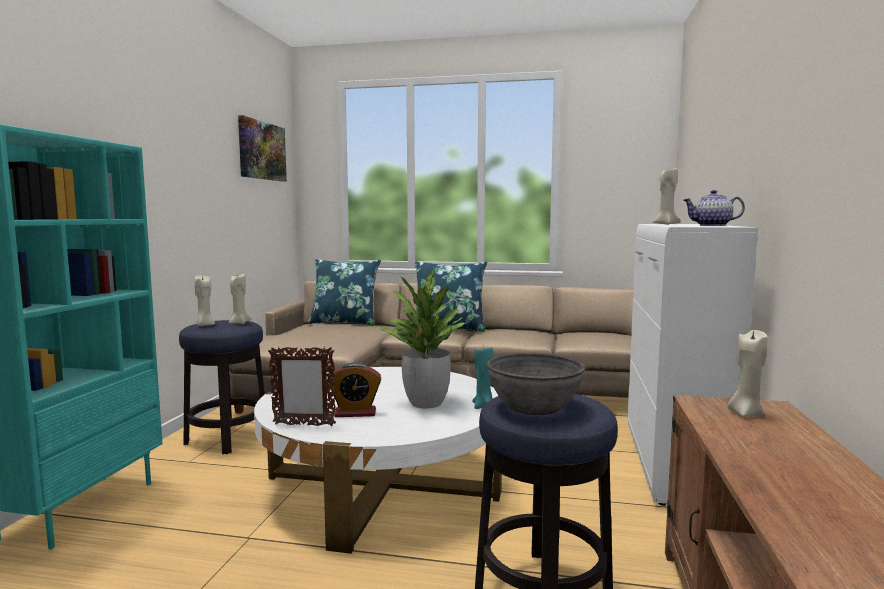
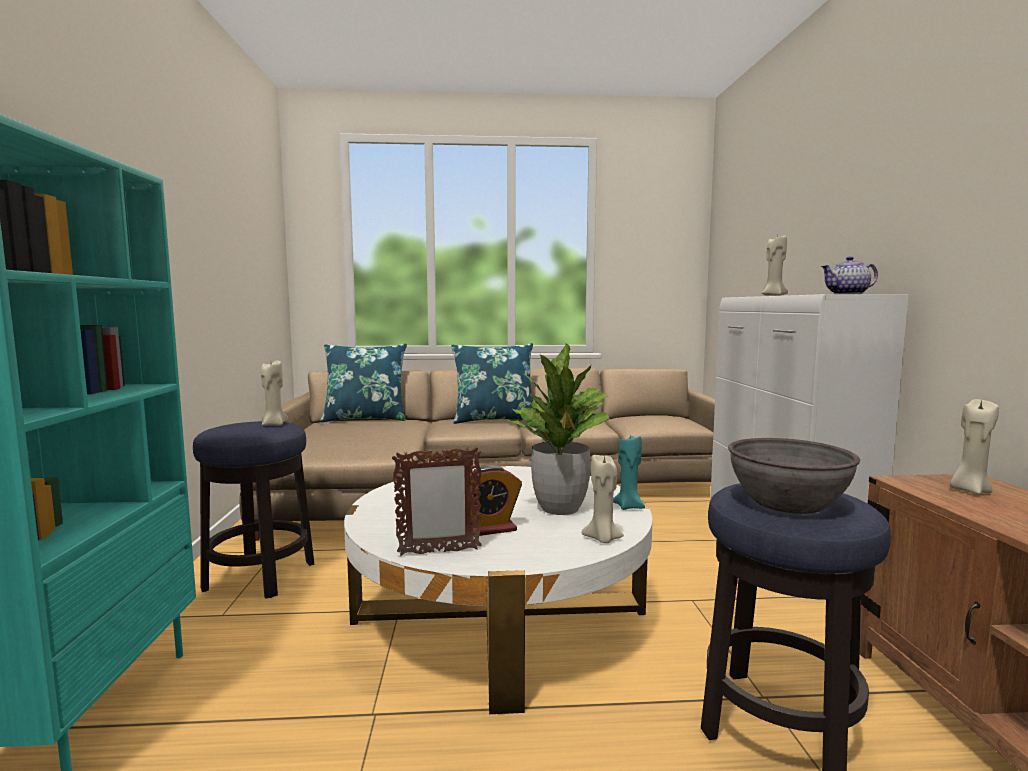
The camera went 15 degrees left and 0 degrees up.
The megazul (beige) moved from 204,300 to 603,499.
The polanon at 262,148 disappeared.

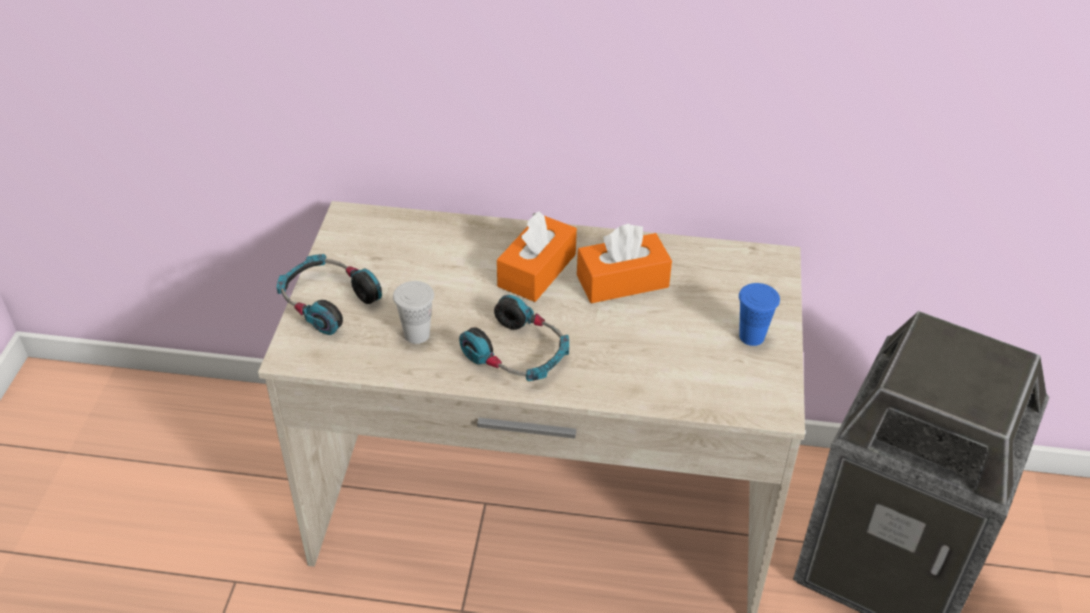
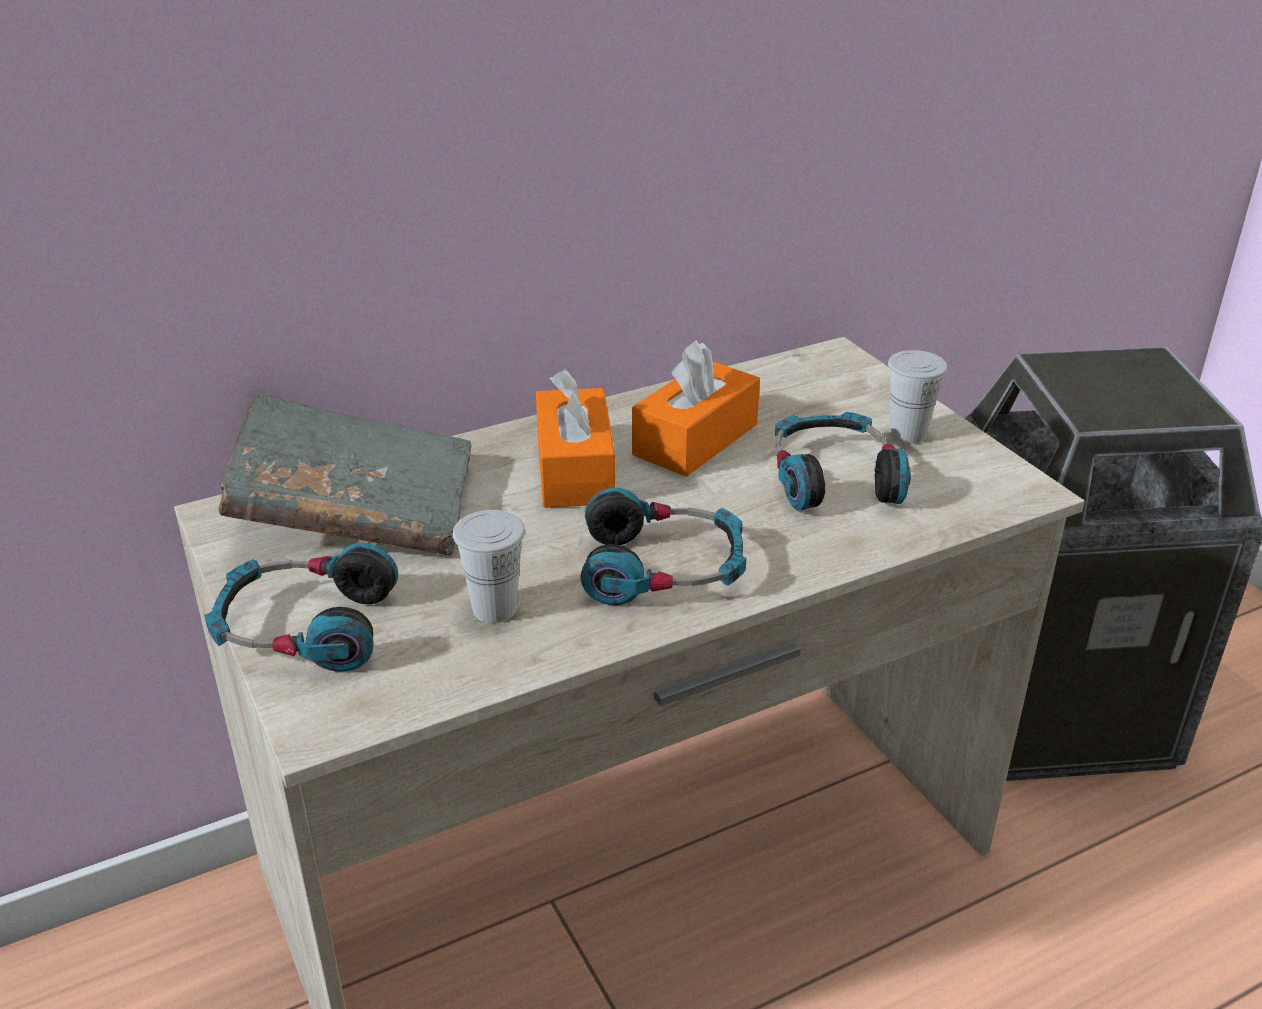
The camera went 35 degrees left and 10 degrees down.
The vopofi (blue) at 759,314 became the vopofi (white) at 918,396.
The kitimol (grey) at 344,474 appeared.
The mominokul at 843,461 appeared.

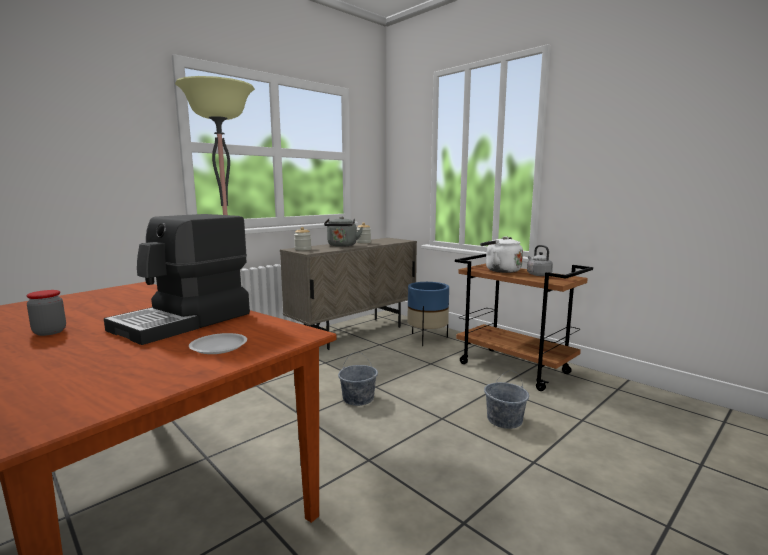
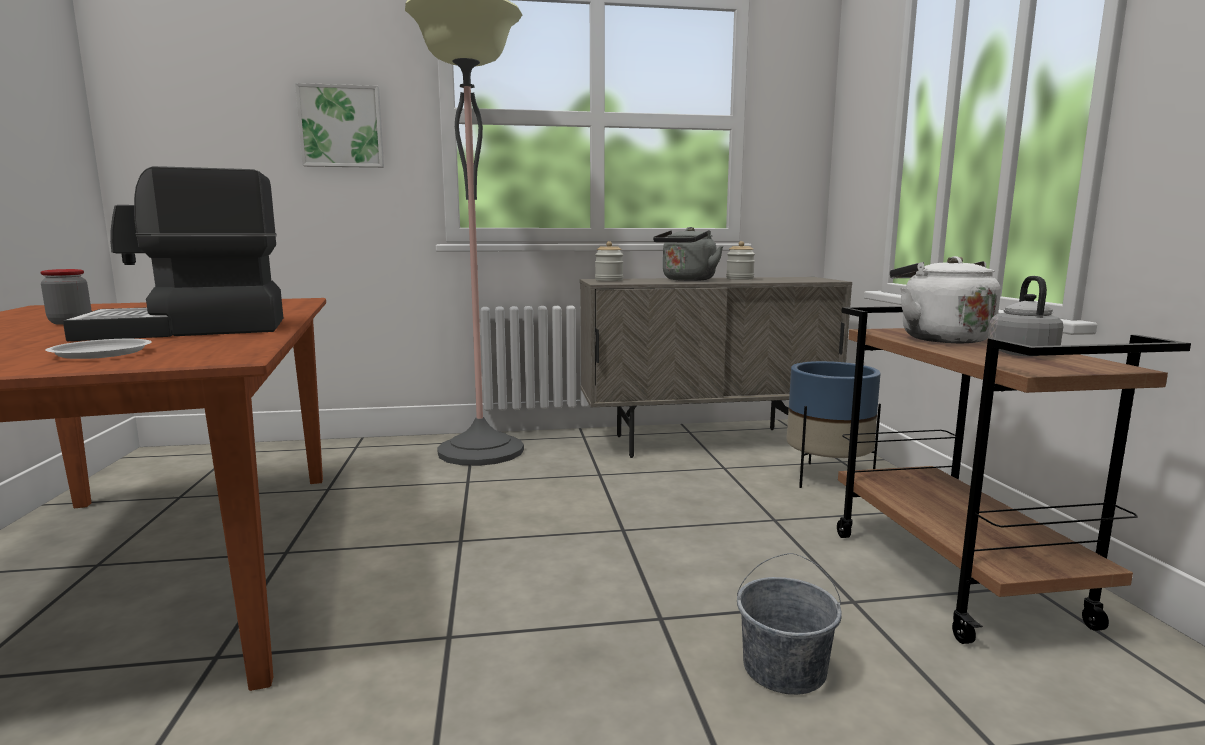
The camera went 35 degrees right and 0 degrees up.
The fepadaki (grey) at 358,379 disappeared.
The polanon at 339,125 appeared.

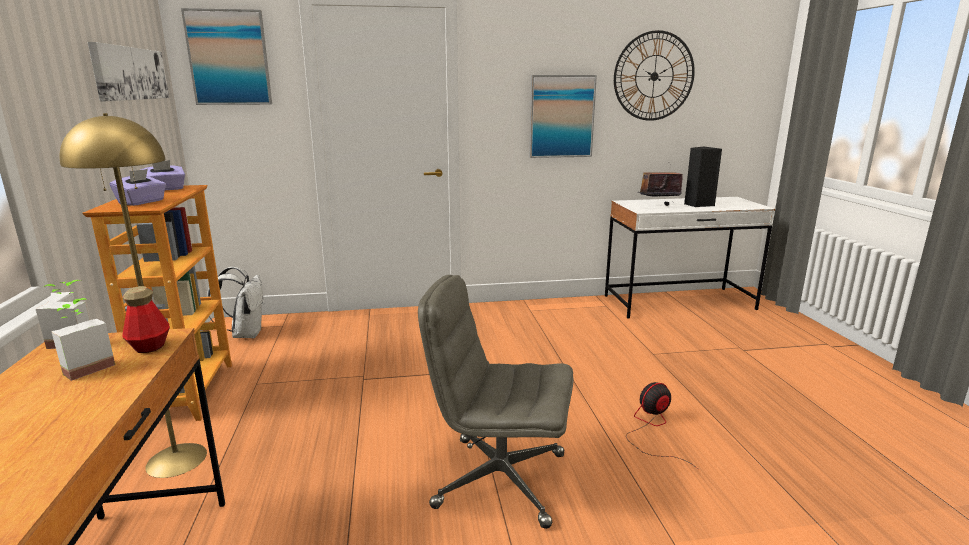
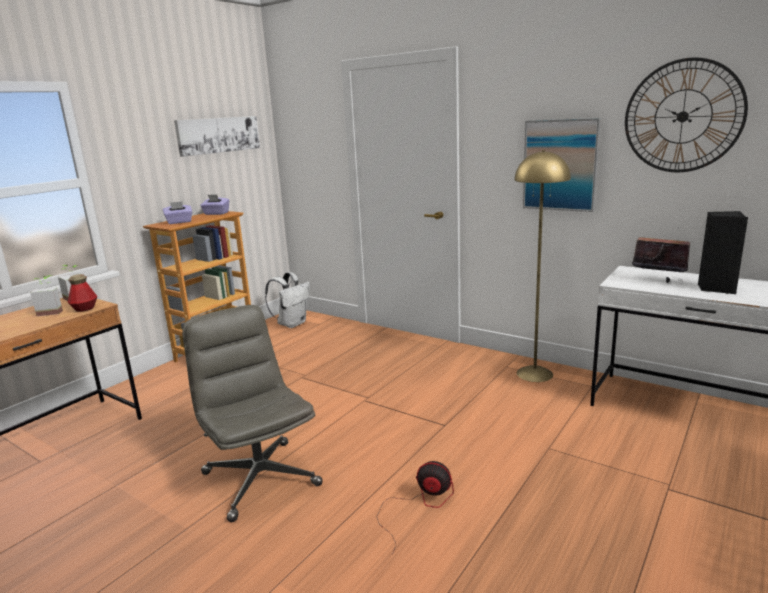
The camera went 45 degrees right and 0 degrees up.
The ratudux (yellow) moved from 133,295 to 543,266.
The polanon at 226,56 disappeared.

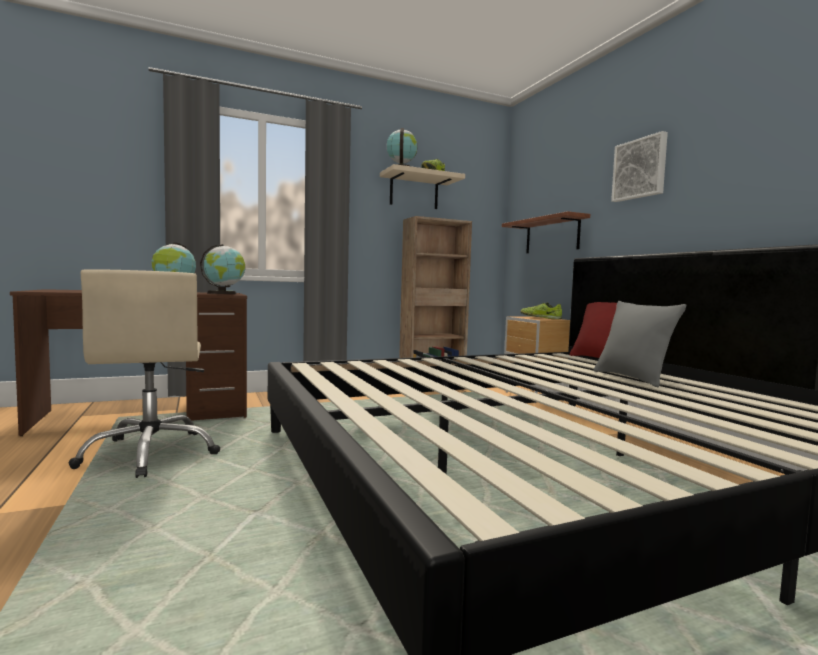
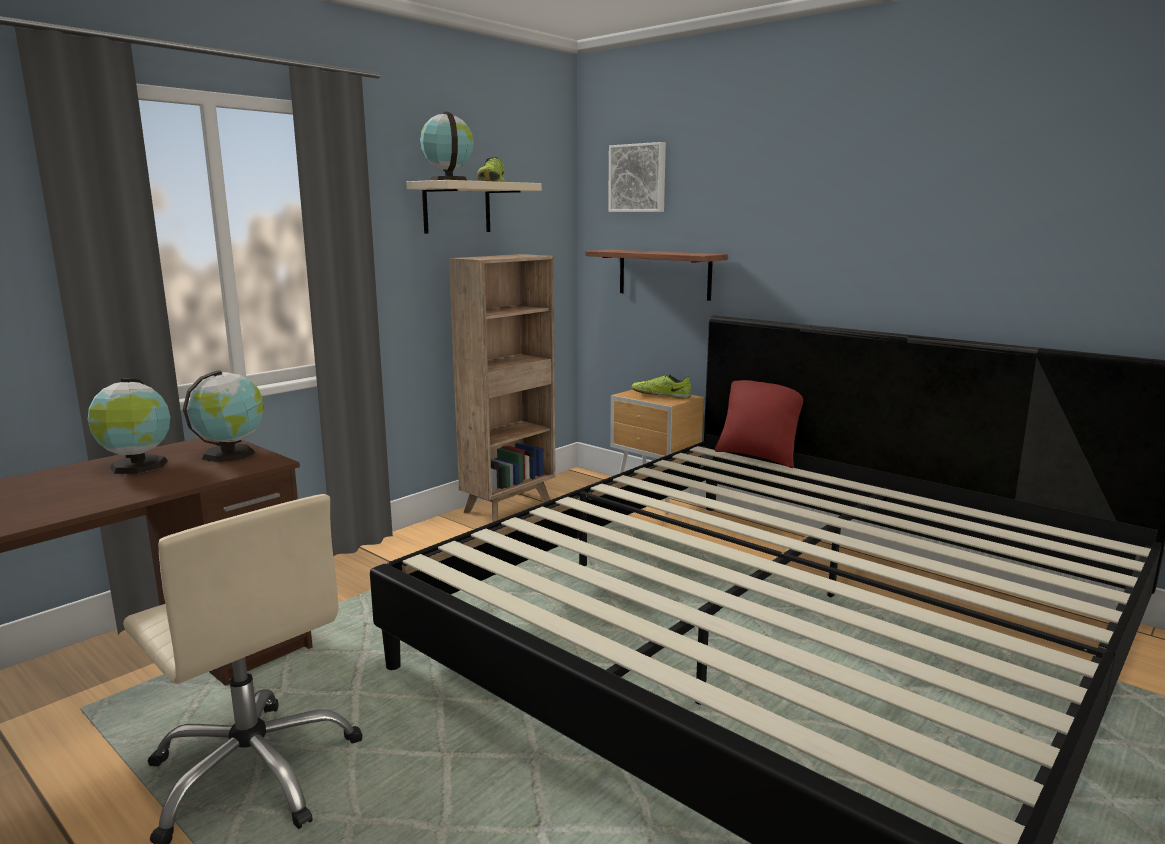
The camera went 25 degrees left and 10 degrees up.
The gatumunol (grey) at 639,344 disappeared.
The polanon moved from 639,166 to 637,177.

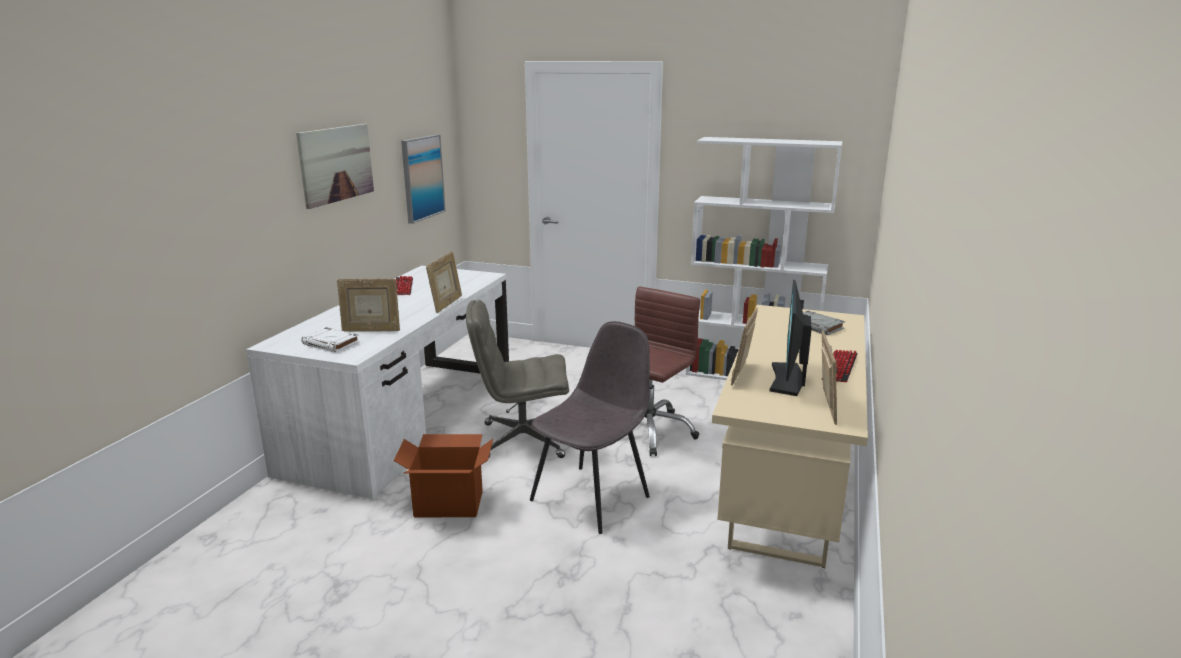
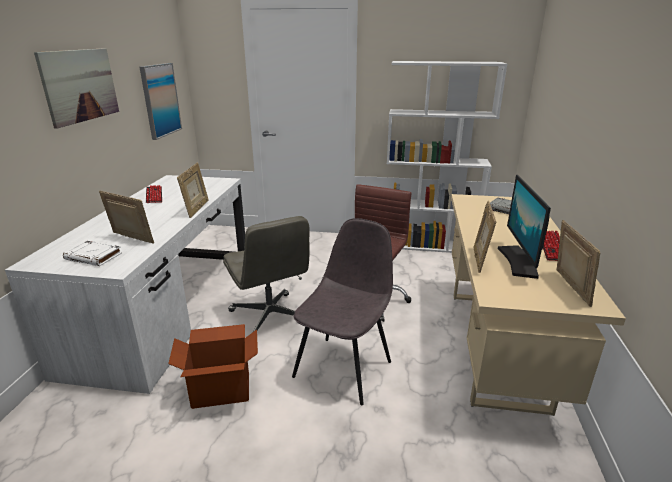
The camera went 10 degrees left and 5 degrees up.
The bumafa at 368,305 turned 150 degrees counterclockwise.
The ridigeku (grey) at 517,379 turned 105 degrees counterclockwise.

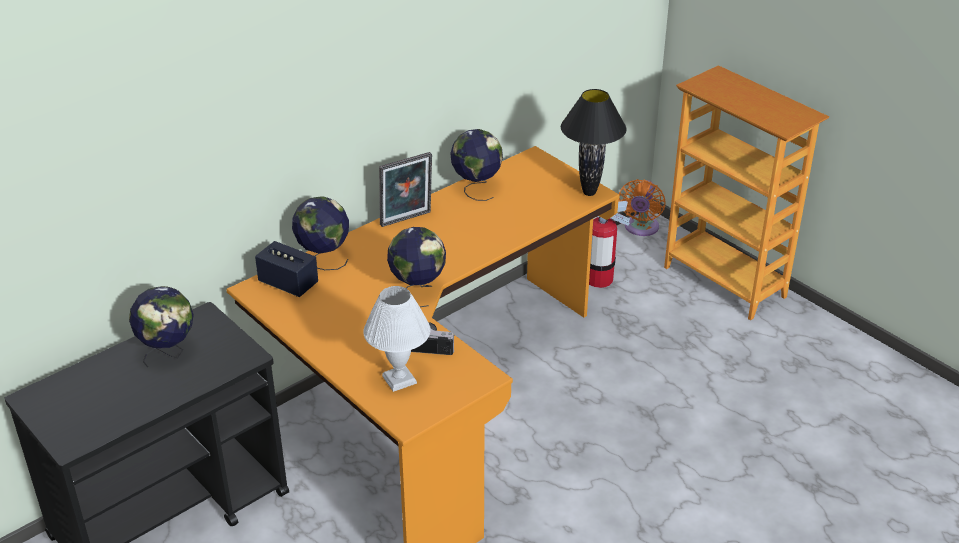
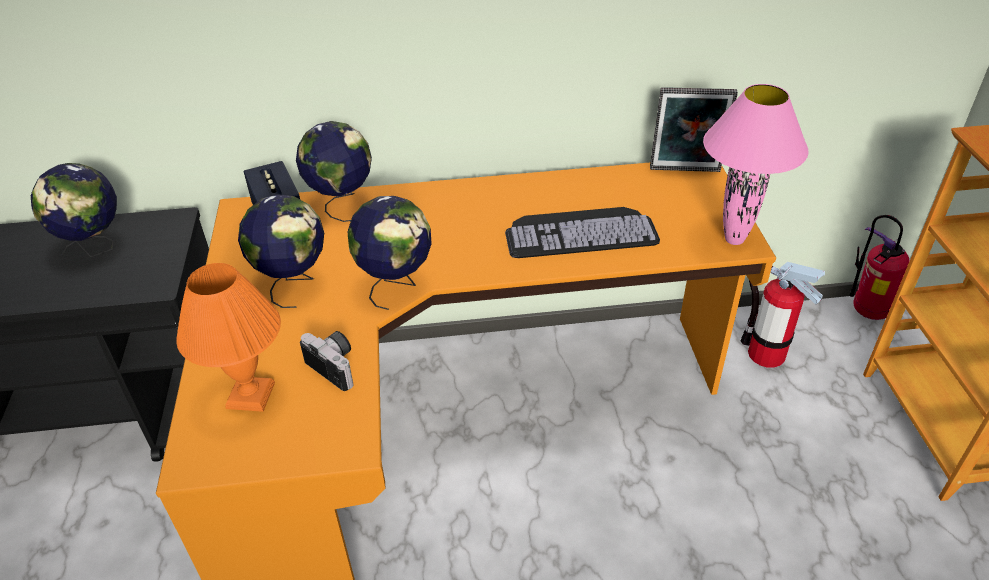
The camera went 35 degrees right and 5 degrees up.
The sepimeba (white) at 397,339 became the sepimeba (orange) at 228,337.
The bumafa moved from 405,189 to 694,129.
The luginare moved from 476,165 to 281,251.
The sepimeba (black) at 594,142 became the sepimeba (pink) at 756,164.
The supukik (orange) at 642,207 was replaced by the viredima at 879,267.
The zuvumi at 582,232 appeared.

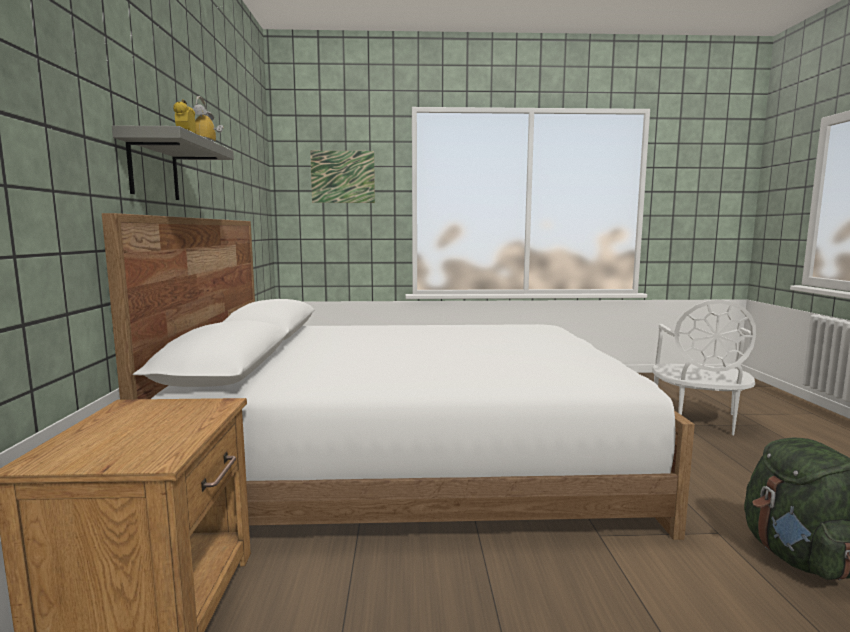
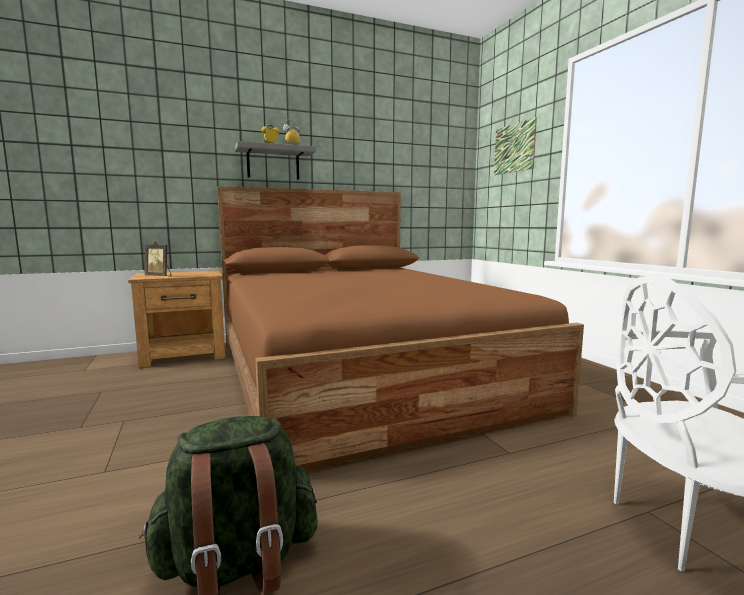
The camera went 70 degrees right and 0 degrees up.
The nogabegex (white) at 398,376 became the nogabegex (brown) at 400,329.
The bumafa at 158,258 appeared.

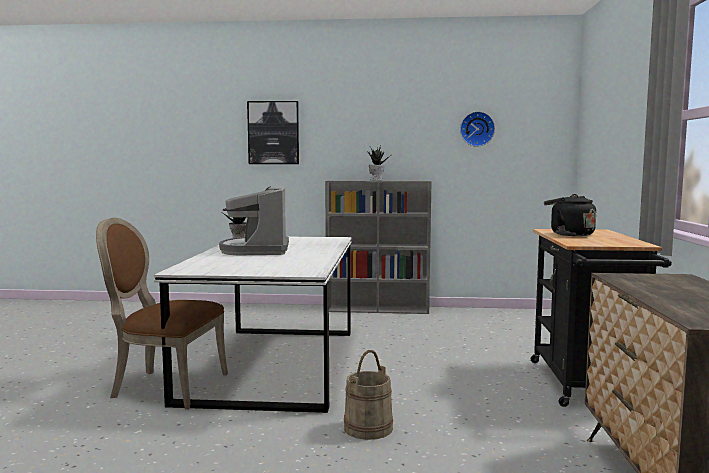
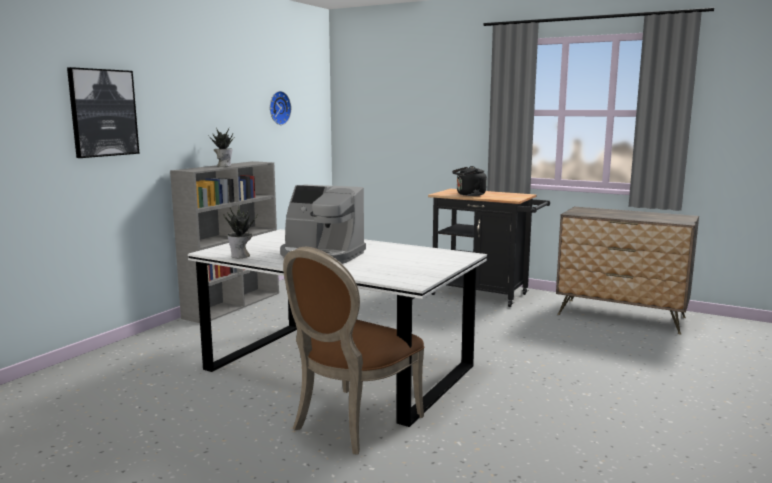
The camera went 65 degrees left and 5 degrees up.
The fepadaki (beige) at 368,395 disappeared.

